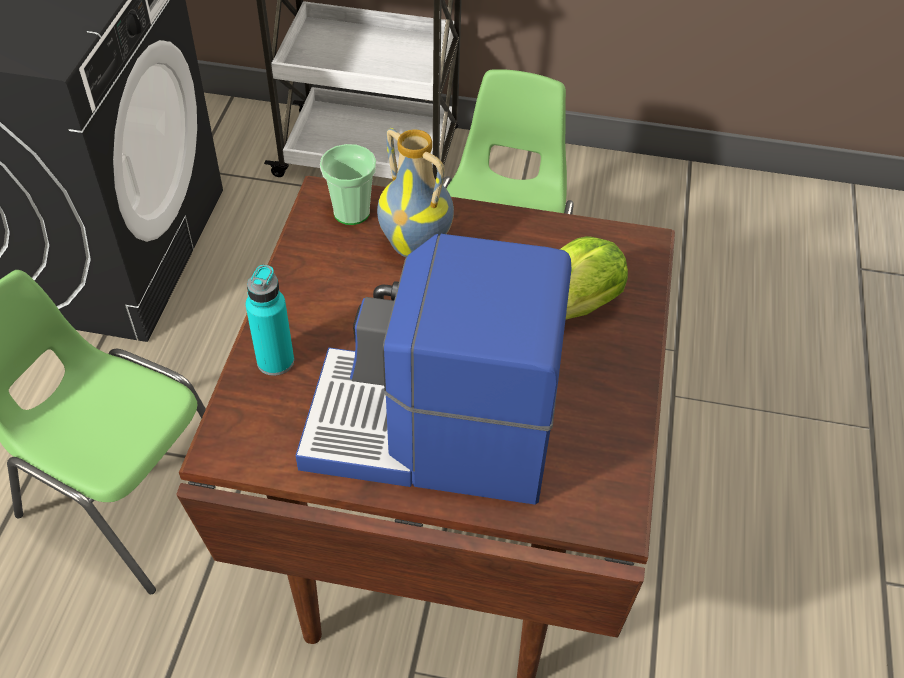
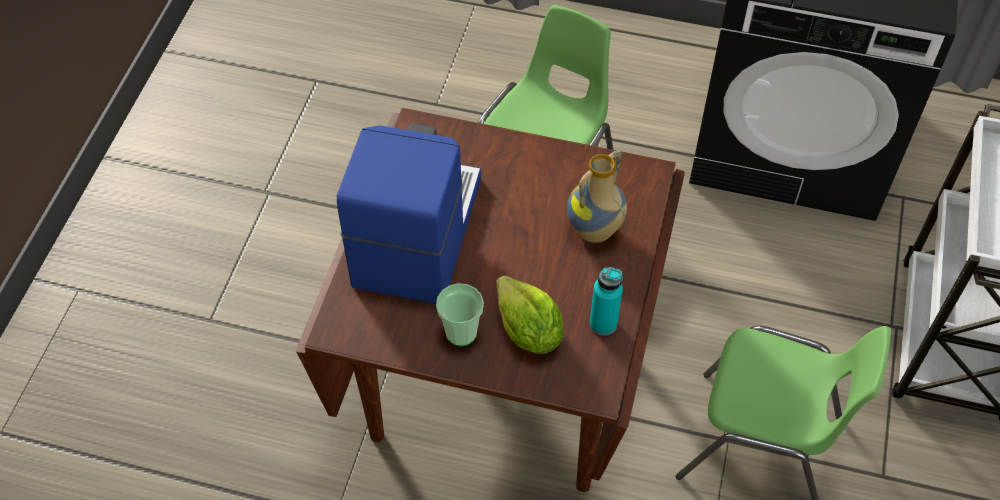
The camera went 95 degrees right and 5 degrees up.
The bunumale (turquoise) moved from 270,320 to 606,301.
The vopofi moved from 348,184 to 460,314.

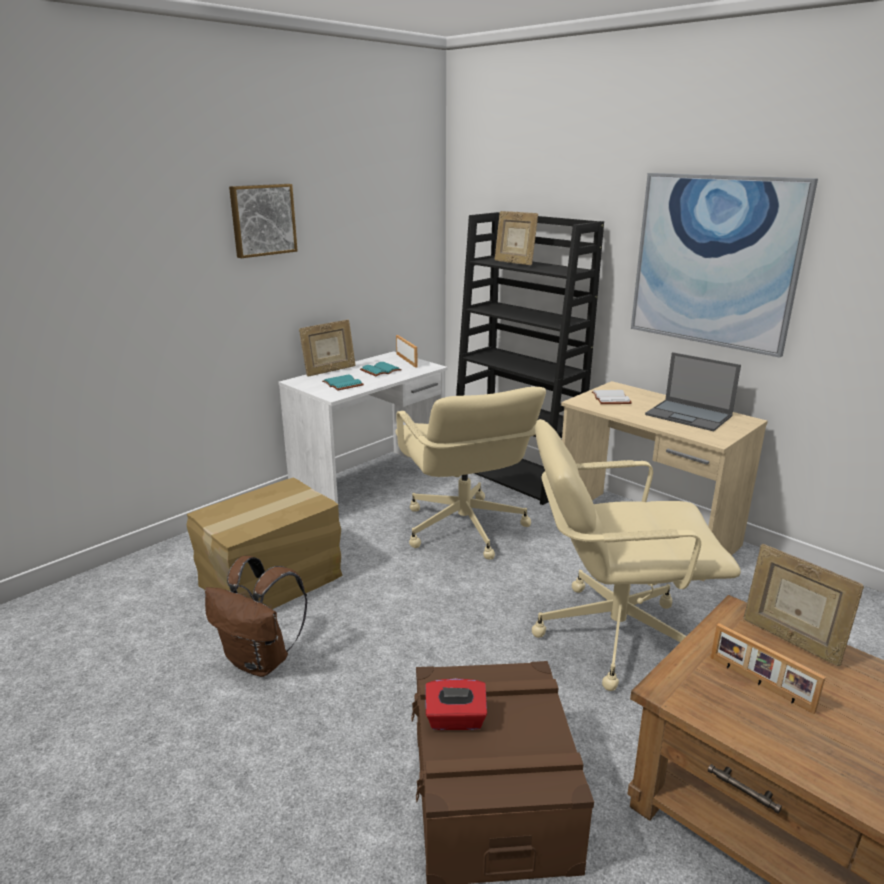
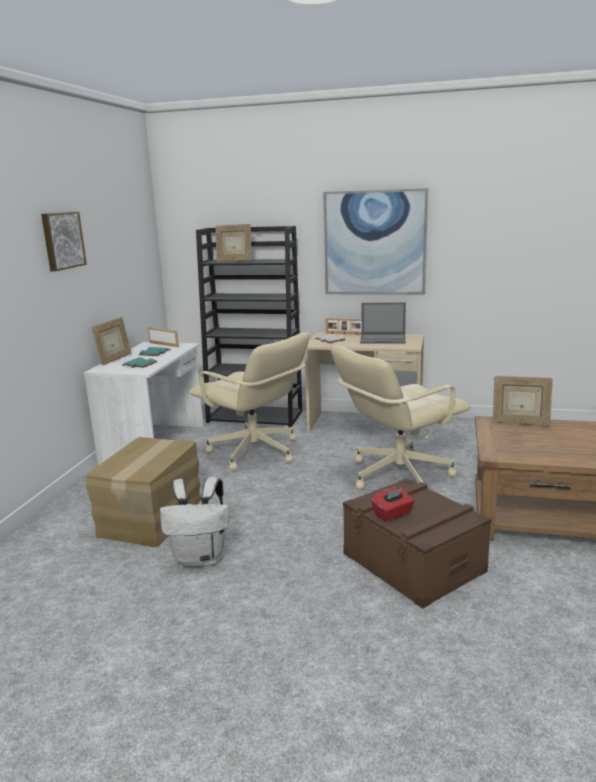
The camera went 30 degrees left and 5 degrees down.
The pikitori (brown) at 256,616 became the pikitori (white) at 194,522.
The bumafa moved from 768,668 to 344,326.

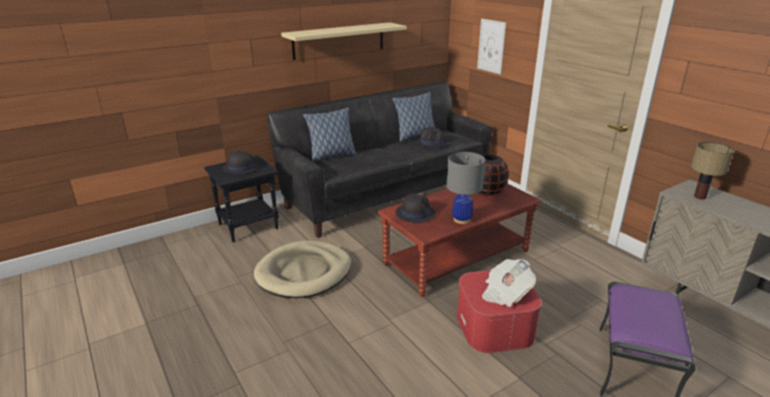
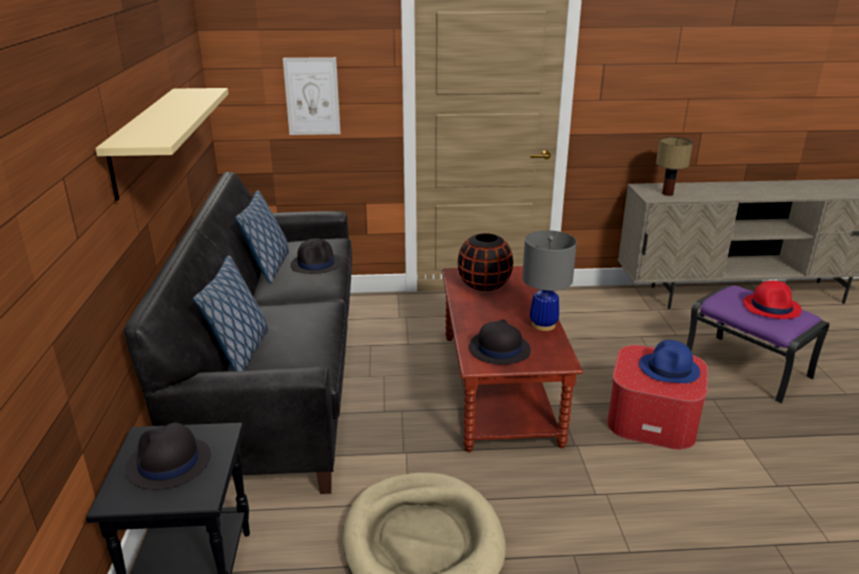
The camera went 60 degrees left and 0 degrees up.
The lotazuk at 509,283 was replaced by the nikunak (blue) at 669,361.
The nikunak (red) at 772,300 appeared.

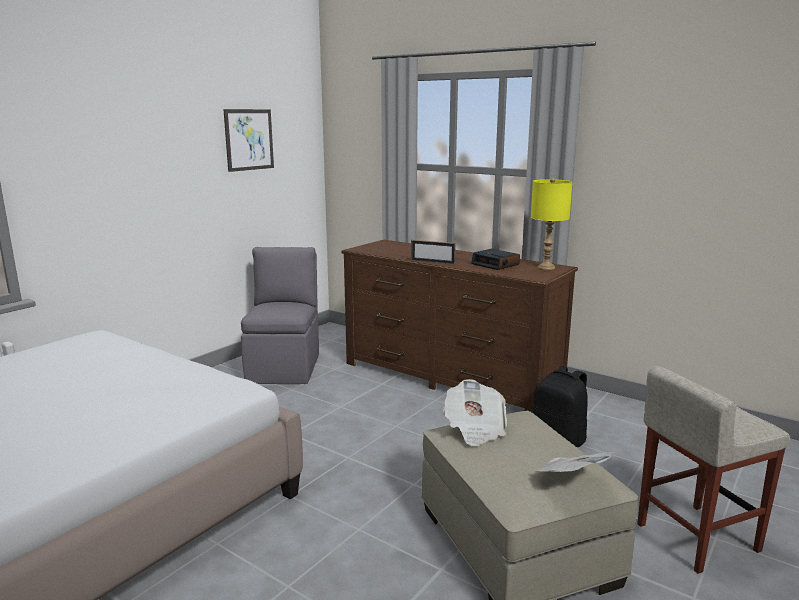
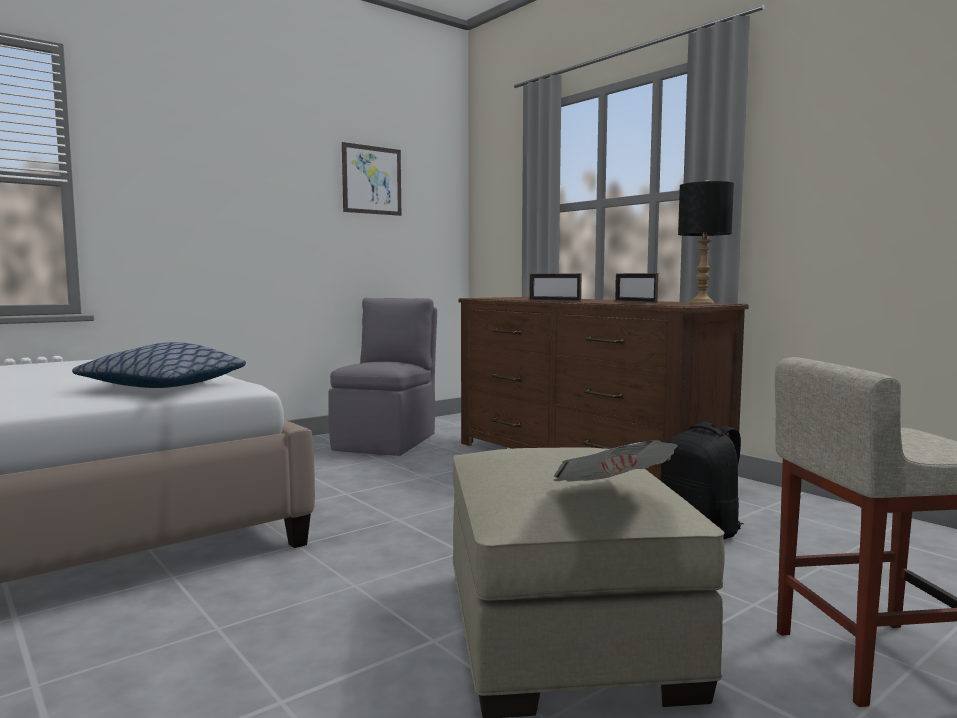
The camera went 15 degrees right and 10 degrees down.
The lotazuk at 475,412 disappeared.
The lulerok at 495,259 was replaced by the bumafa at 636,288.
The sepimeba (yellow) at 552,224 became the sepimeba (black) at 706,242.
The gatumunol at 159,365 appeared.

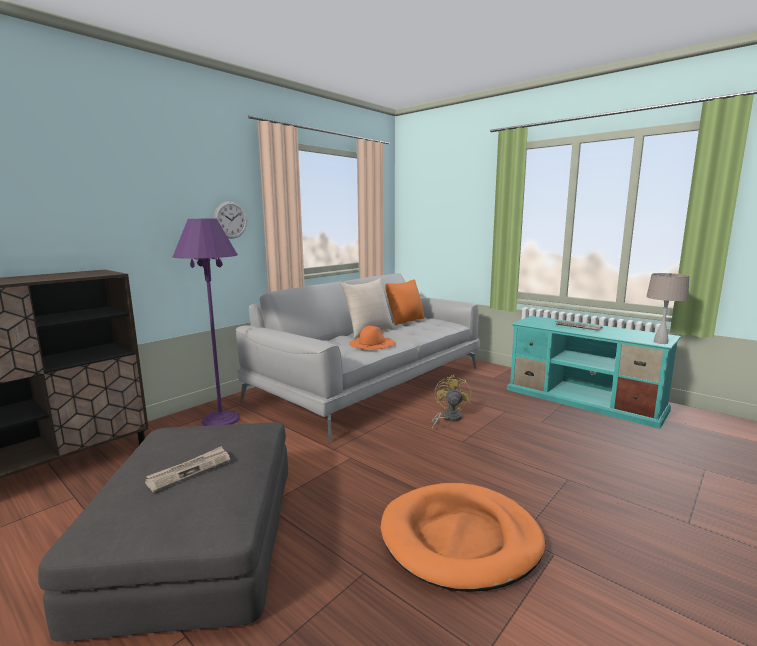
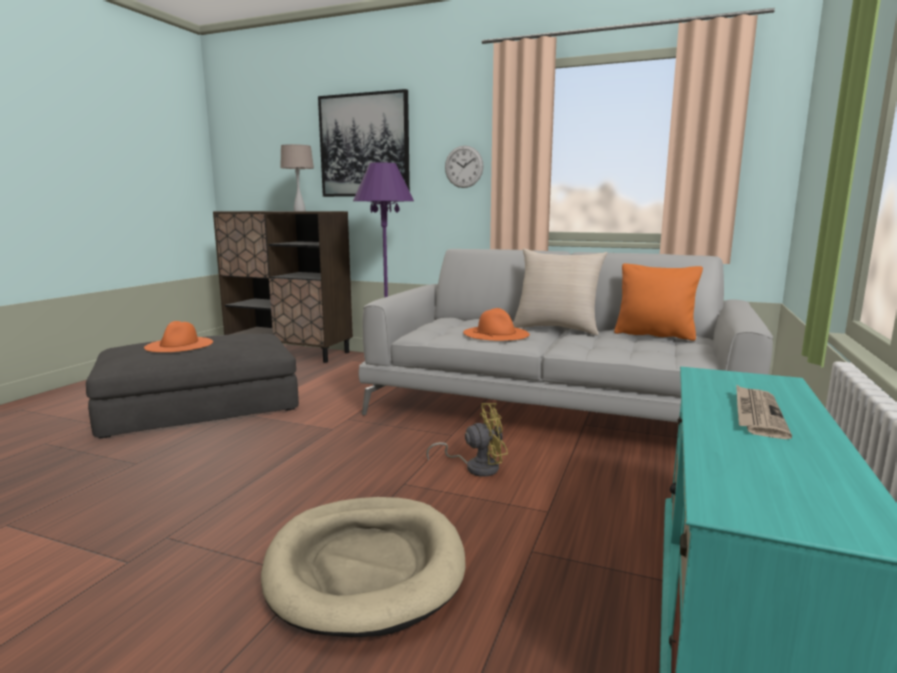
The camera went 70 degrees right and 0 degrees up.
The lotazuk at 187,469 was replaced by the nikunak (orange) at 178,336.
The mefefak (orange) at 463,537 disappeared.
The sepimeba (beige) moved from 668,308 to 297,177.
The mefefak (beige) at 363,567 appeared.
The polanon at 364,143 appeared.

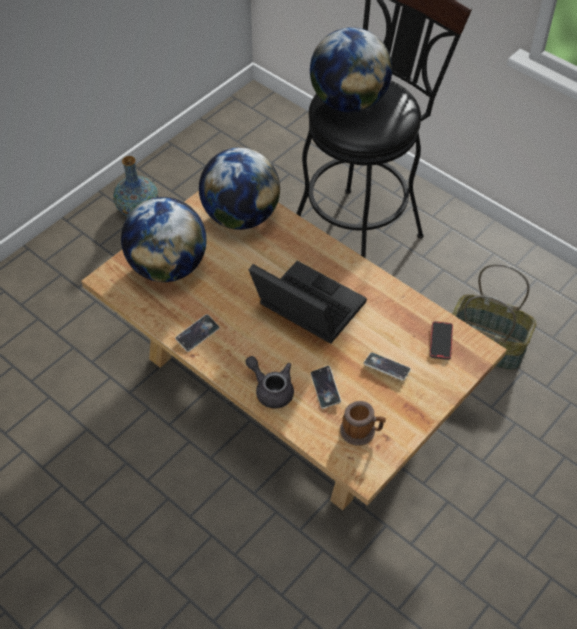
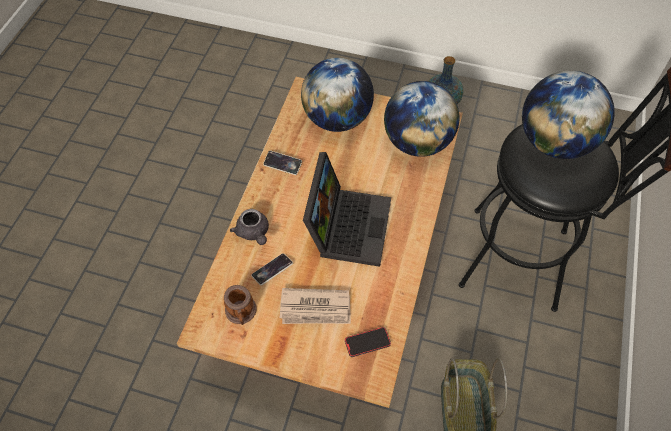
The camera went 65 degrees right and 5 degrees up.
The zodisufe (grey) at 269,382 turned 135 degrees clockwise.
The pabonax at 387,366 was replaced by the lotazuk at 315,306.

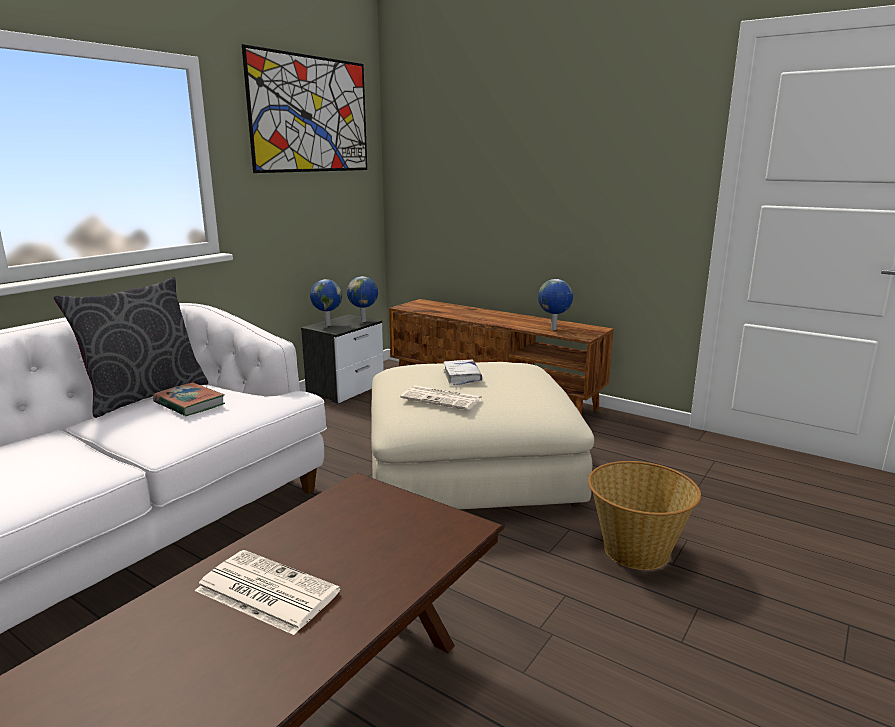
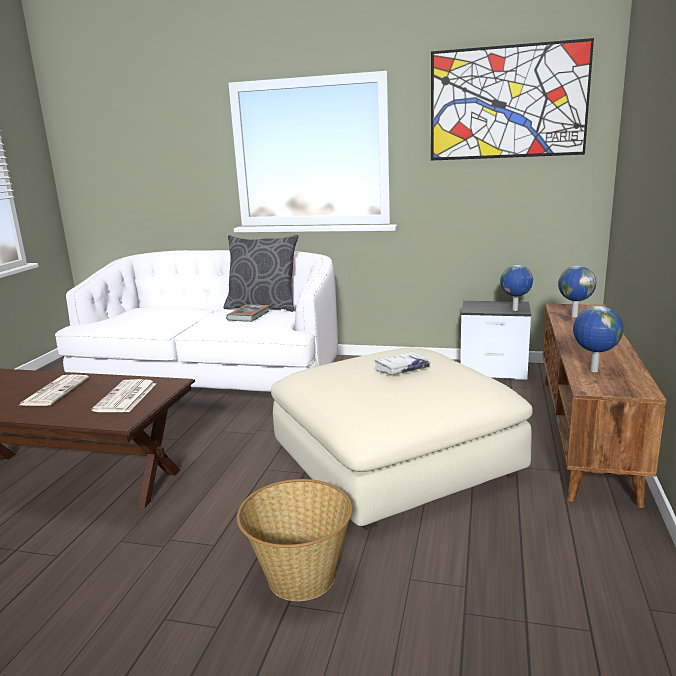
The camera went 70 degrees right and 0 degrees up.
The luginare moved from 326,302 to 577,291.
The lotazuk moved from 441,397 to 123,395.

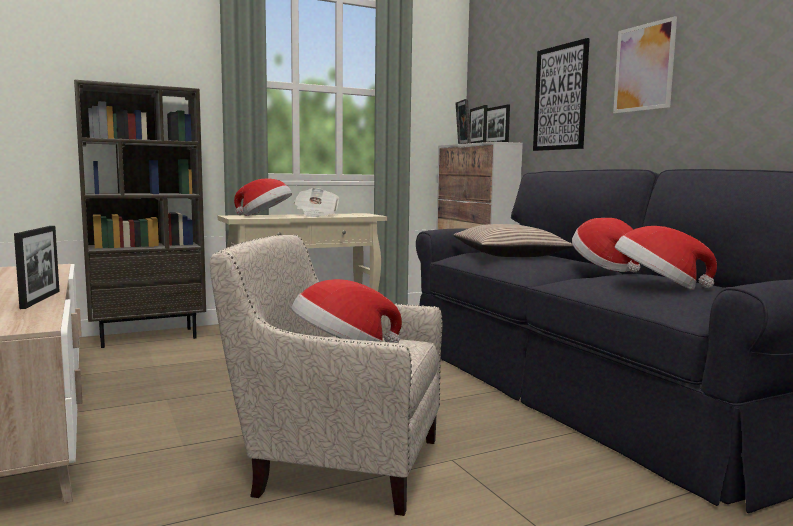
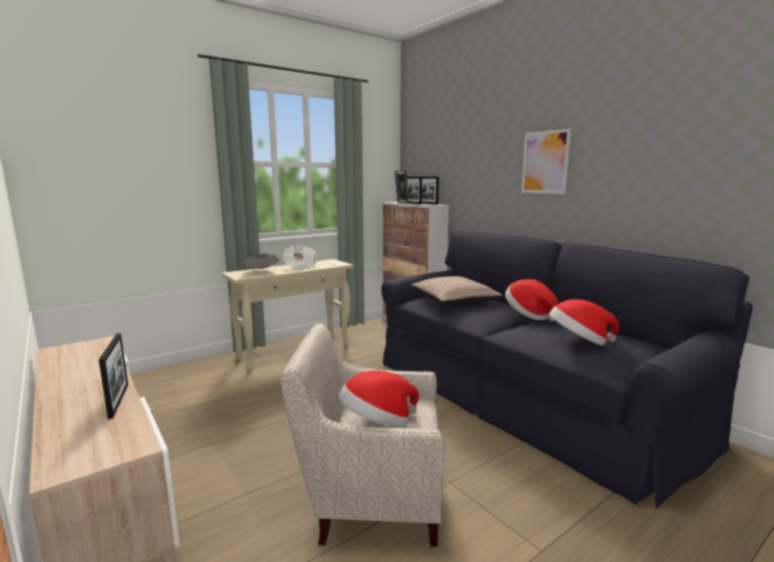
The camera went 10 degrees left and 5 degrees up.
The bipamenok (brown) at 140,214 disappeared.
The nikunak at 263,197 was replaced by the lotazuk at 260,261.
The polanon at 561,94 disappeared.

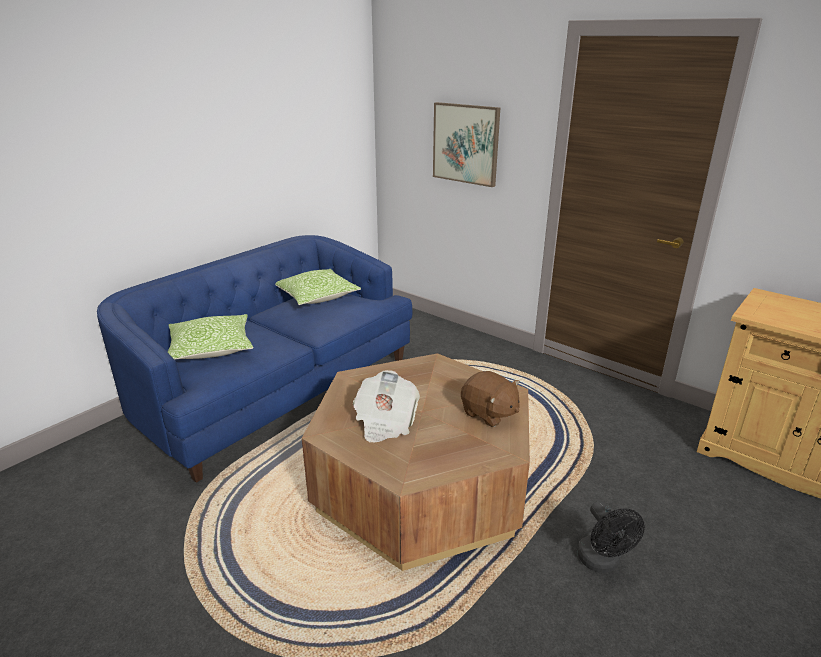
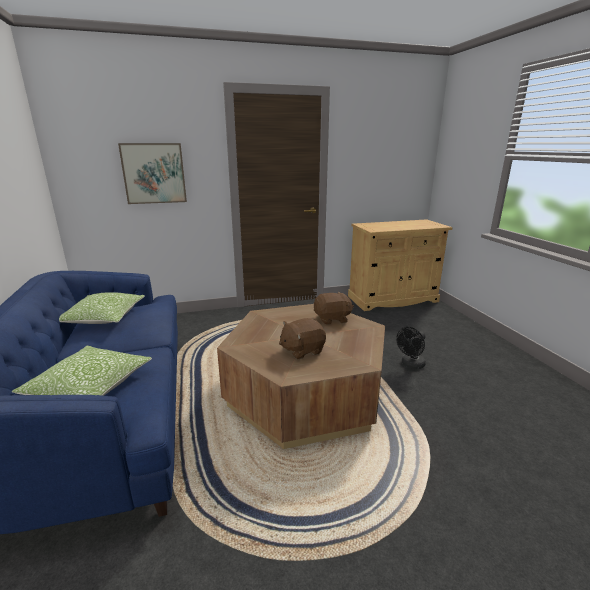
The camera went 55 degrees left and 5 degrees down.
The lotazuk at 386,406 was replaced by the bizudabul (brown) at 302,338.
The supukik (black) at 611,537 turned 120 degrees clockwise.

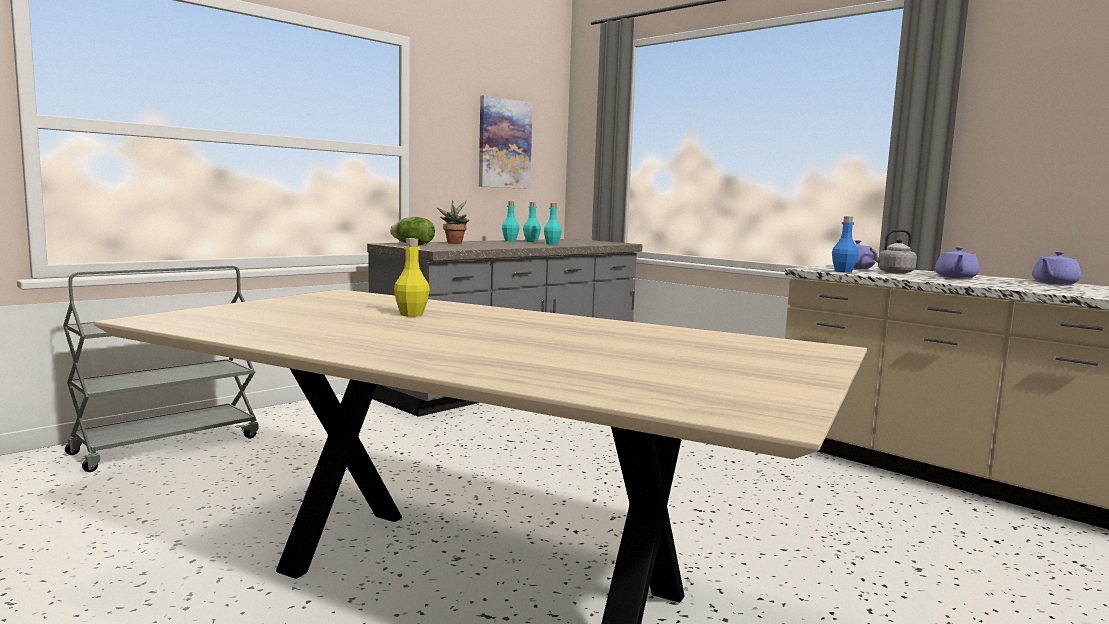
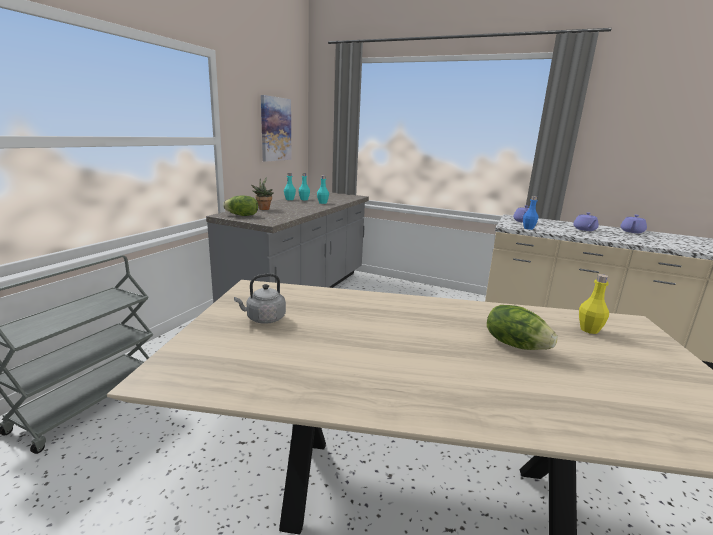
The camera went 20 degrees left and 10 degrees up.
The bunumale (yellow) moved from 412,277 to 594,304.
The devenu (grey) moved from 893,251 to 260,298.
The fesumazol at 522,327 appeared.

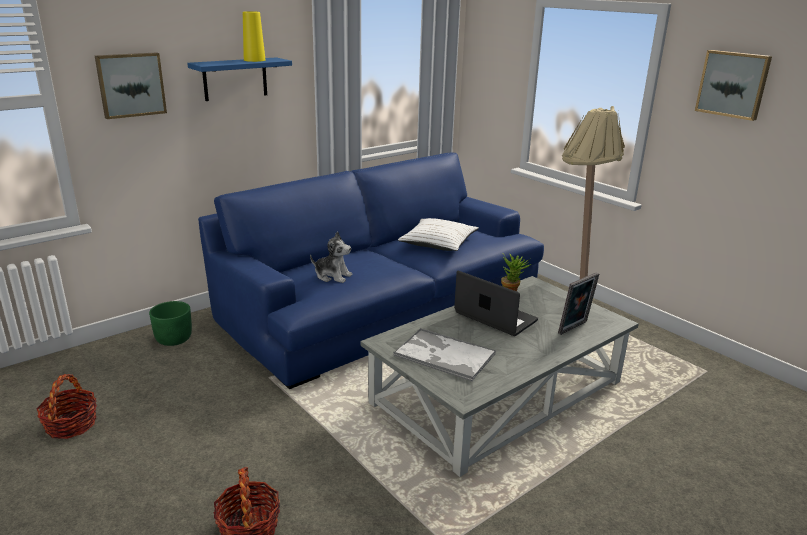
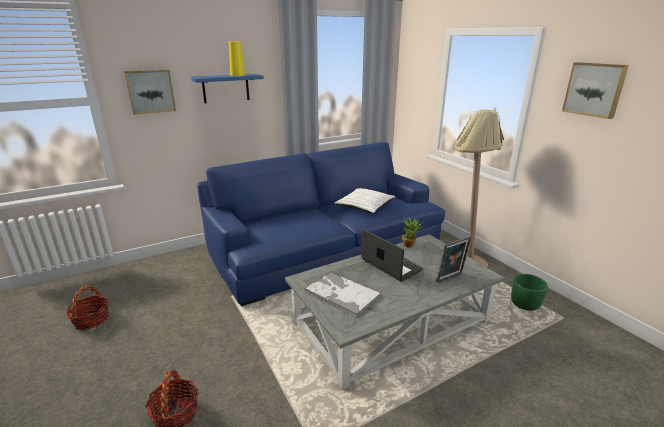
The camera went 10 degrees right and 0 degrees up.
The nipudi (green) moved from 170,323 to 529,292.
The bizudabul at 331,257 disappeared.

